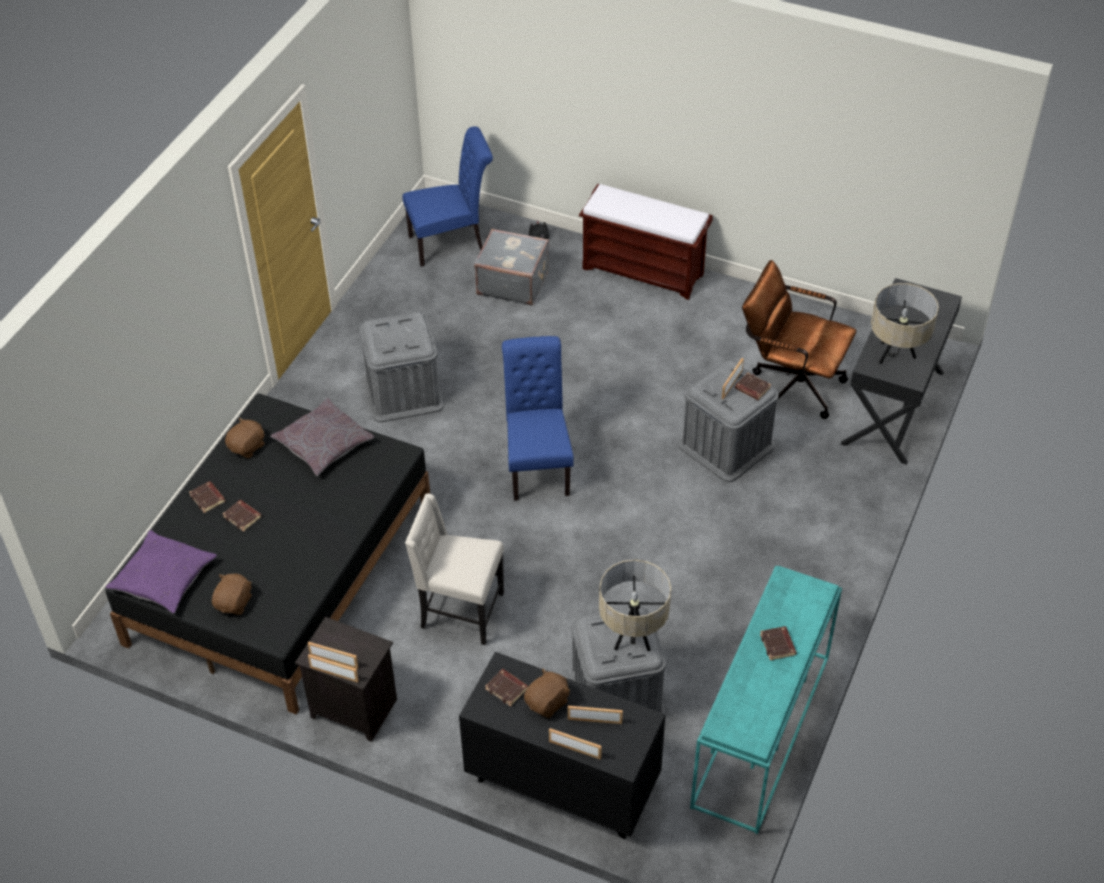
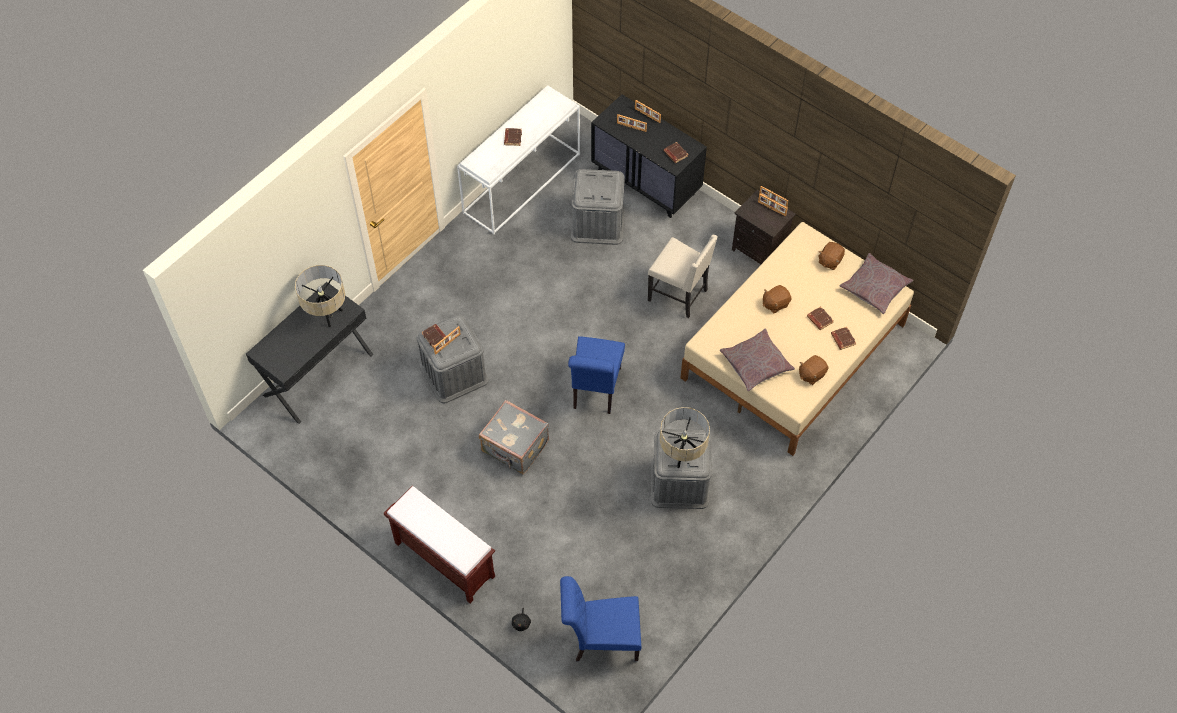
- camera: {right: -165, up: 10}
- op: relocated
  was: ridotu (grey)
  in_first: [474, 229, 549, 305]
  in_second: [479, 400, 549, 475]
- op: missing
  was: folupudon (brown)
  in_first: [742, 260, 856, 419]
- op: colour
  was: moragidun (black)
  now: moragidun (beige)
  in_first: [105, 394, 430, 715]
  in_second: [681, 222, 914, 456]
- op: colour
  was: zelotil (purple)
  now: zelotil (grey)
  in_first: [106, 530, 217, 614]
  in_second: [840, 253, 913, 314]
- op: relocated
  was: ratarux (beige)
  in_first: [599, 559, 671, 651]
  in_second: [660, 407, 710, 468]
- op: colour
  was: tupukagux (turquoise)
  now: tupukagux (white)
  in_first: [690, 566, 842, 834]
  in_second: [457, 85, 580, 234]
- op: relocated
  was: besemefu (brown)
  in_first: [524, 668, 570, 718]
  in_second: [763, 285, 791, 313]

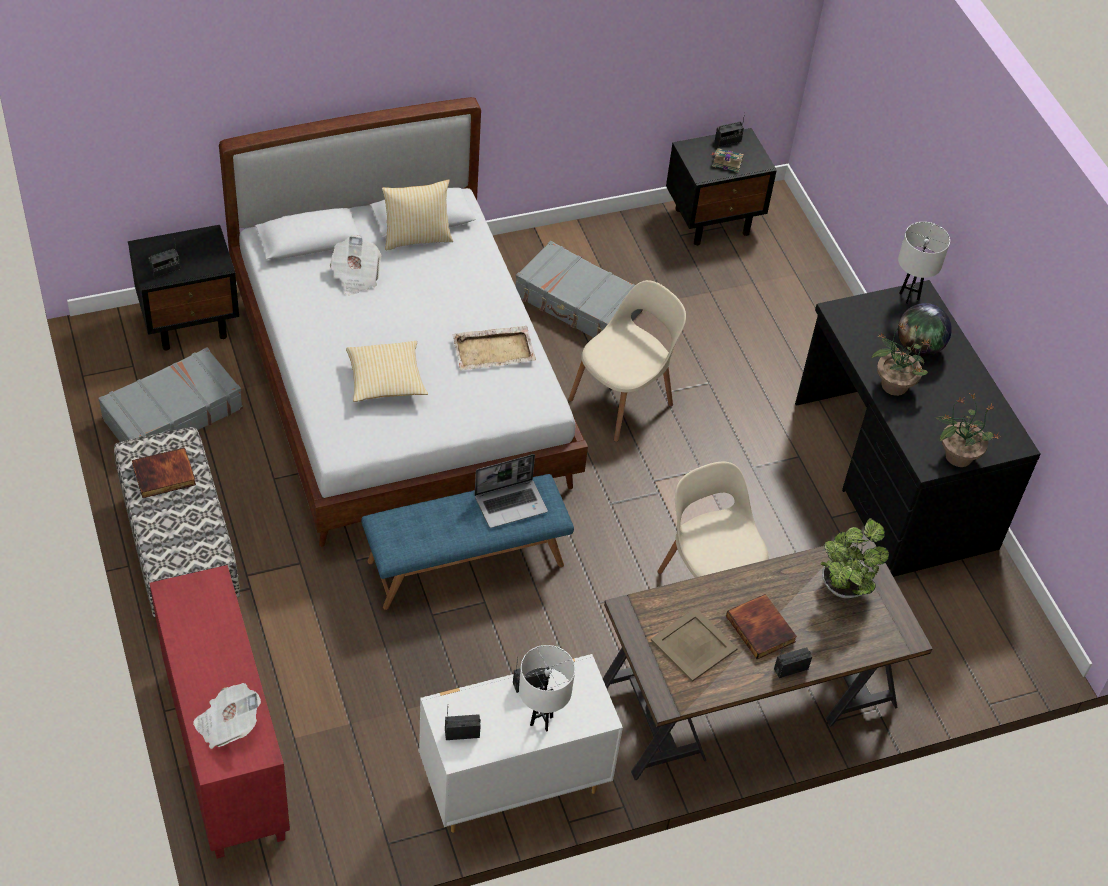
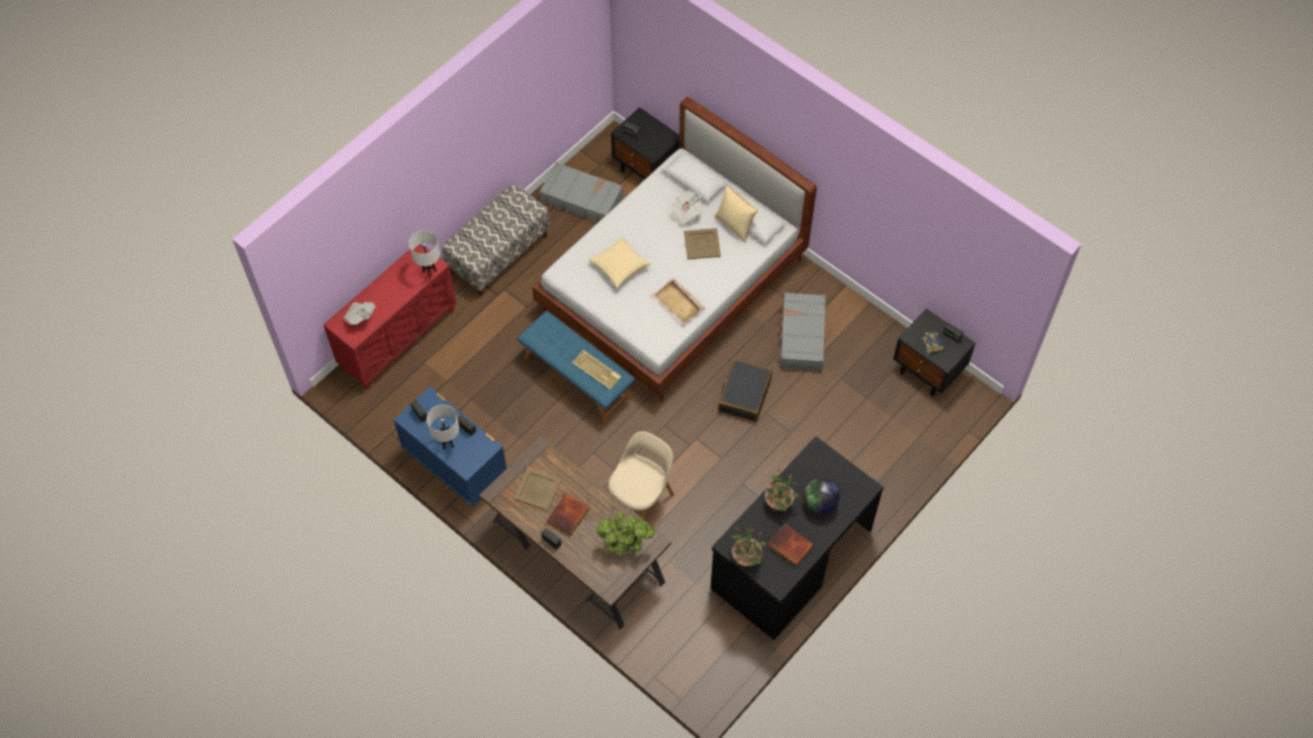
- camera: {right: 65, up: 10}
- op: relocated
  was: ratarux (white)
  in_first: [898, 222, 950, 304]
  in_second: [409, 230, 440, 277]
- op: exchanged
  was: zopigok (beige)
  now: ridotu (black)
  in_first: [568, 280, 686, 442]
  in_second: [718, 360, 772, 422]
- op: relocated
  was: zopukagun
  in_first: [132, 448, 196, 498]
  in_second: [768, 523, 814, 567]
- op: exchanged
  was: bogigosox
  now: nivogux
  in_first: [474, 454, 548, 528]
  in_second: [572, 350, 621, 390]
- op: colour
  was: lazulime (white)
  now: lazulime (blue)
  in_first: [419, 654, 623, 833]
  in_second: [394, 387, 506, 508]
- op: appeared
  now: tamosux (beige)
  in_second: [684, 228, 721, 260]

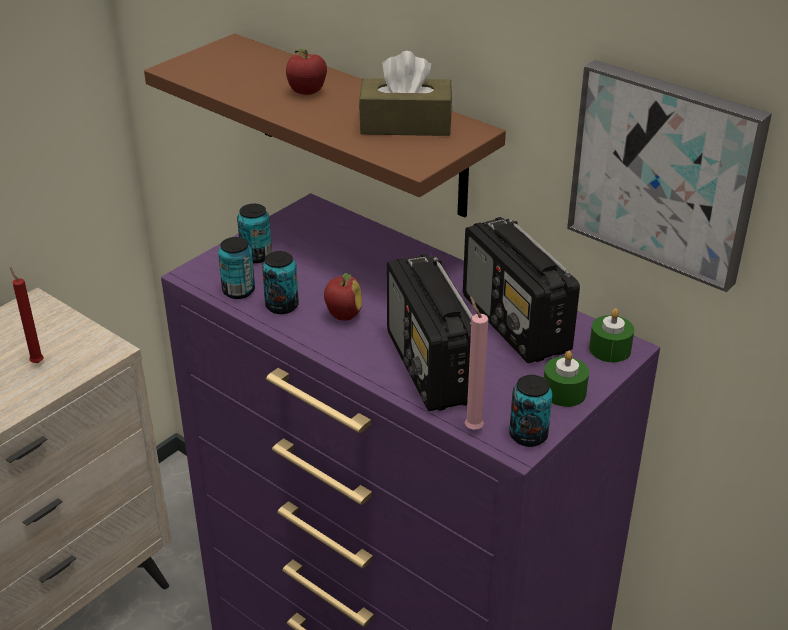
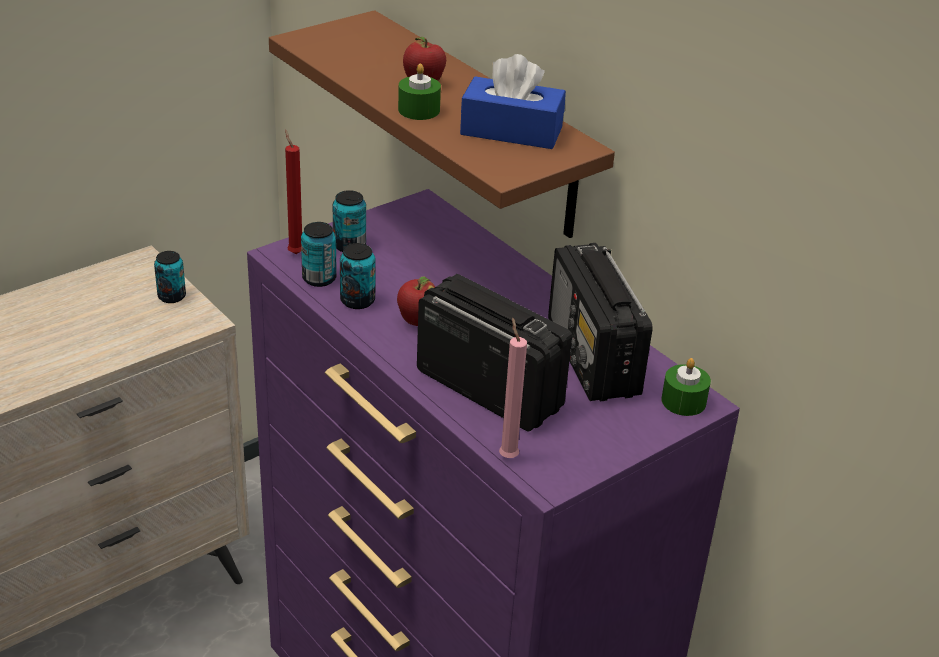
- camera: {right: 10, up: 0}
- op: colour
  was: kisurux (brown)
  now: kisurux (blue)
  in_first: [359, 51, 452, 136]
  in_second: [460, 54, 566, 149]
- op: missing
  was: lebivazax
  in_first: [567, 60, 772, 292]
- op: spun
  was: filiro
  in_first: [387, 254, 473, 411]
  in_second: [417, 274, 572, 432]
  clockwise: 135
- op: relocated
  was: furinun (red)
  in_first: [10, 267, 44, 363]
  in_second: [285, 129, 302, 254]
- op: relocated
  was: furinun (green)
  in_first: [544, 351, 589, 407]
  in_second: [398, 64, 441, 120]
- op: relocated
  was: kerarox
  in_first: [509, 375, 552, 447]
  in_second: [154, 251, 186, 303]

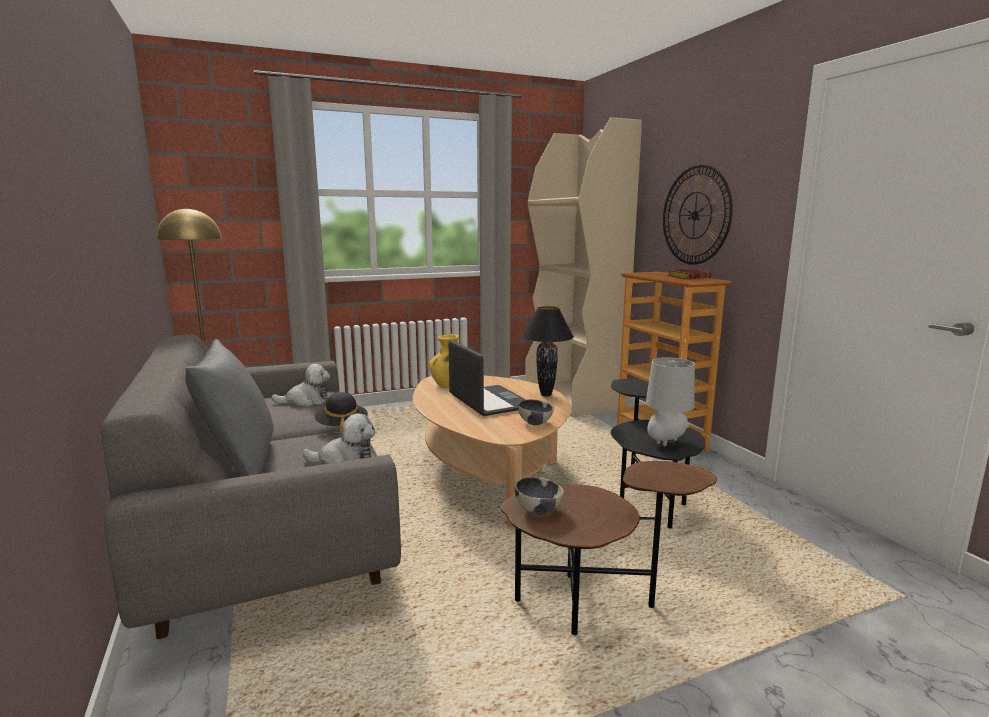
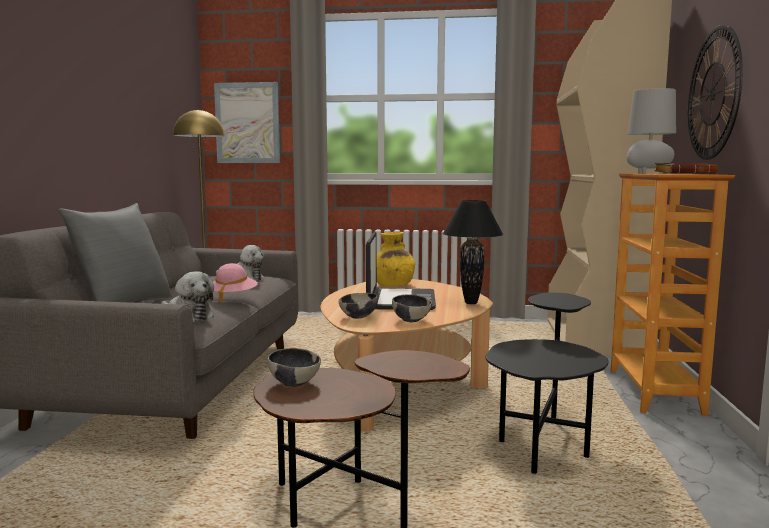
- camera: {right: 30, up: -5}
- op: relocated
  was: ratarux (grey)
  in_first: [646, 357, 695, 446]
  in_second: [627, 88, 676, 174]
- op: colour
  was: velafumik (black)
  now: velafumik (pink)
  in_first: [315, 392, 368, 436]
  in_second: [213, 263, 258, 303]
- op: appeared
  now: lebivazax
  in_second: [214, 82, 280, 163]
- op: appeared
  now: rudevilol
  in_second: [339, 293, 378, 319]

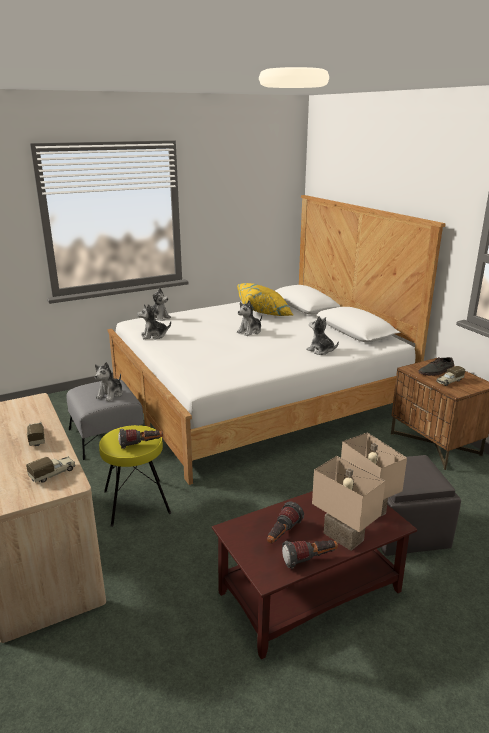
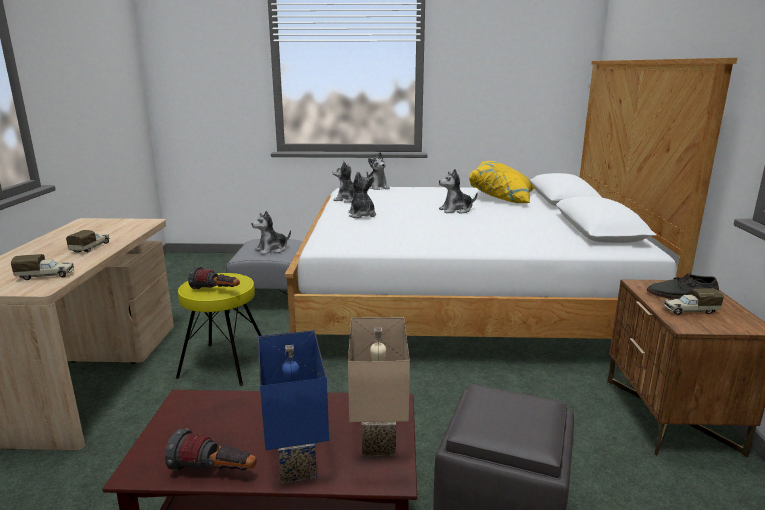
- camera: {right: 30, up: -5}
- op: relocated
  was: besemefu
  in_first: [306, 316, 339, 355]
  in_second: [348, 171, 376, 219]
- op: colour
  was: ratarux (beige)
  now: ratarux (blue)
  in_first: [312, 456, 385, 551]
  in_second: [258, 330, 329, 484]
- op: missing
  was: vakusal
  in_first: [267, 501, 304, 543]

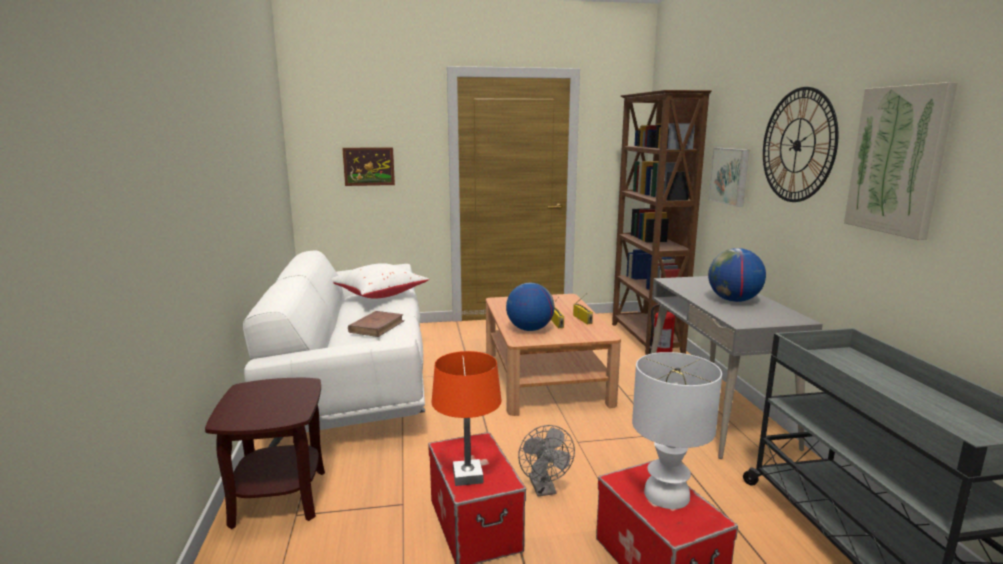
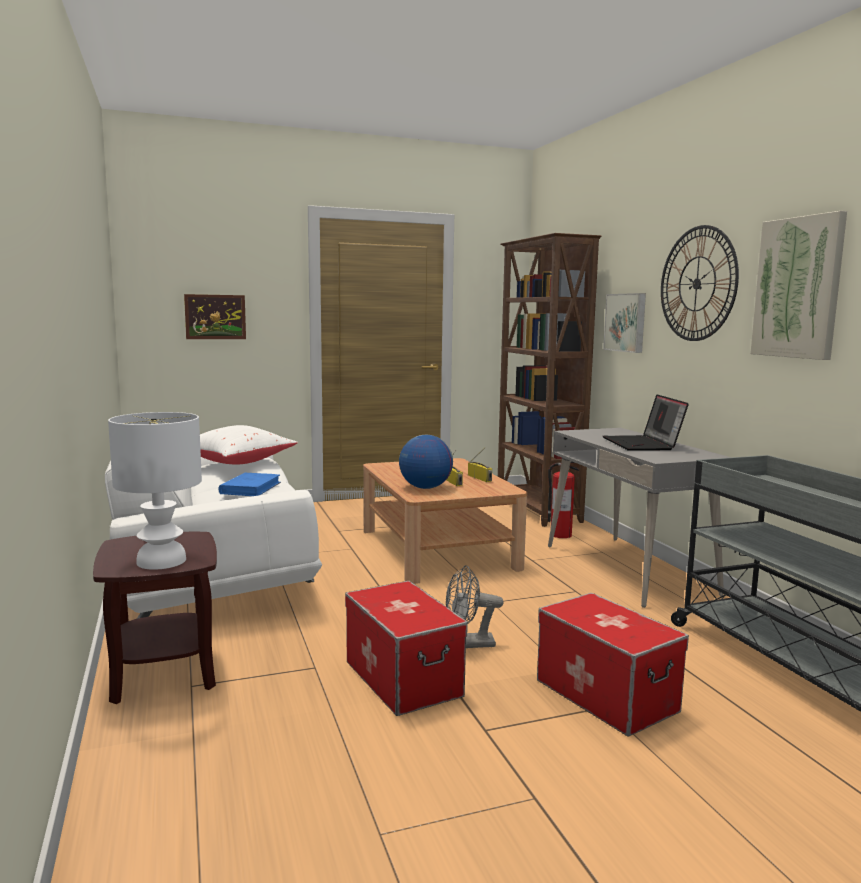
- camera: {right: -10, up: -5}
- op: exchanged
  was: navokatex
  now: bogigosox
  in_first: [708, 248, 766, 302]
  in_second: [603, 394, 689, 451]
- op: colour
  was: zopukagun (brown)
  now: zopukagun (blue)
  in_first: [348, 311, 405, 337]
  in_second: [218, 473, 281, 496]
- op: missing
  was: ratarux (orange)
  in_first: [431, 351, 502, 486]
- op: relocated
  was: ratarux (white)
  in_first: [632, 352, 722, 509]
  in_second: [108, 412, 202, 570]
- op: spun
  was: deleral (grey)
  in_first: [518, 425, 575, 496]
  in_second: [446, 565, 503, 648]
  clockwise: 105

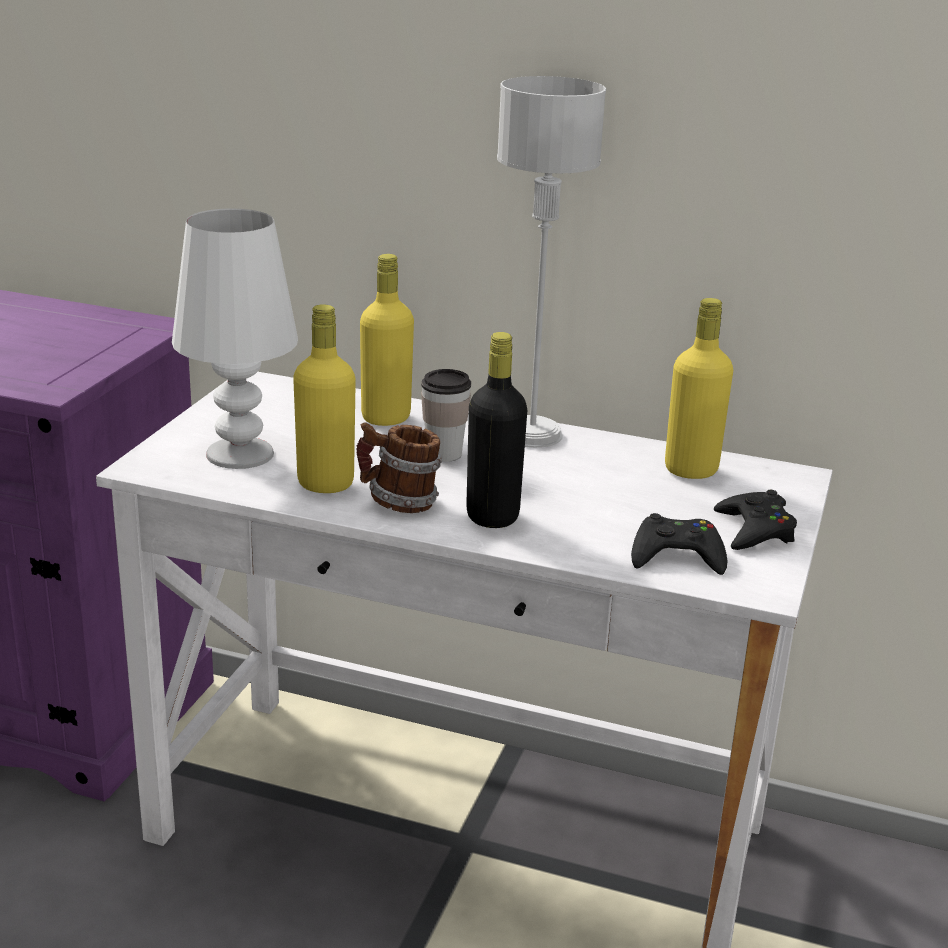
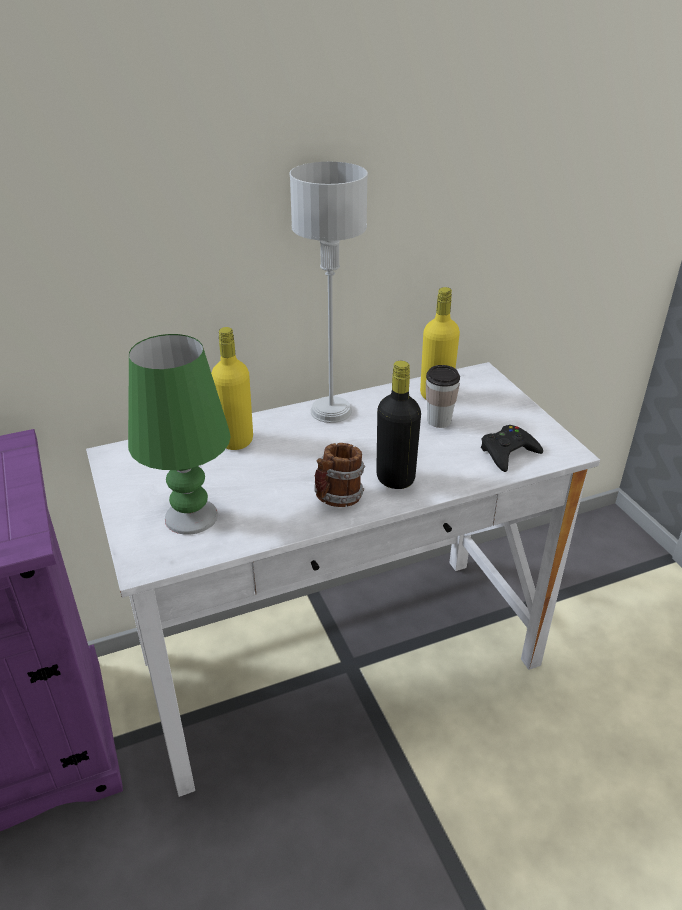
- camera: {right: -40, up: 10}
- op: colour
  was: ratarux (white)
  now: ratarux (green)
  in_first: [172, 208, 298, 469]
  in_second: [128, 334, 231, 535]
- op: missing
  was: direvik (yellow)
  in_first: [293, 304, 356, 493]
- op: relocated
  was: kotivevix
  in_first: [421, 369, 471, 462]
  in_second: [426, 365, 460, 428]
- op: missing
  was: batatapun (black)
  in_first: [714, 490, 797, 550]

